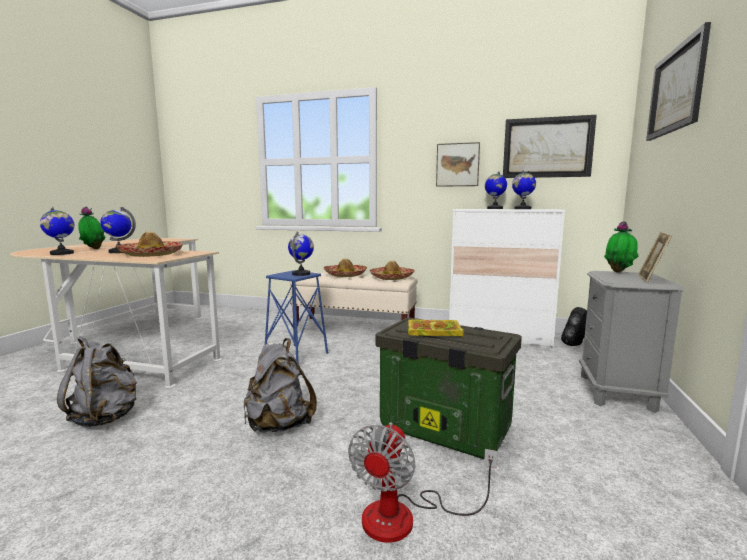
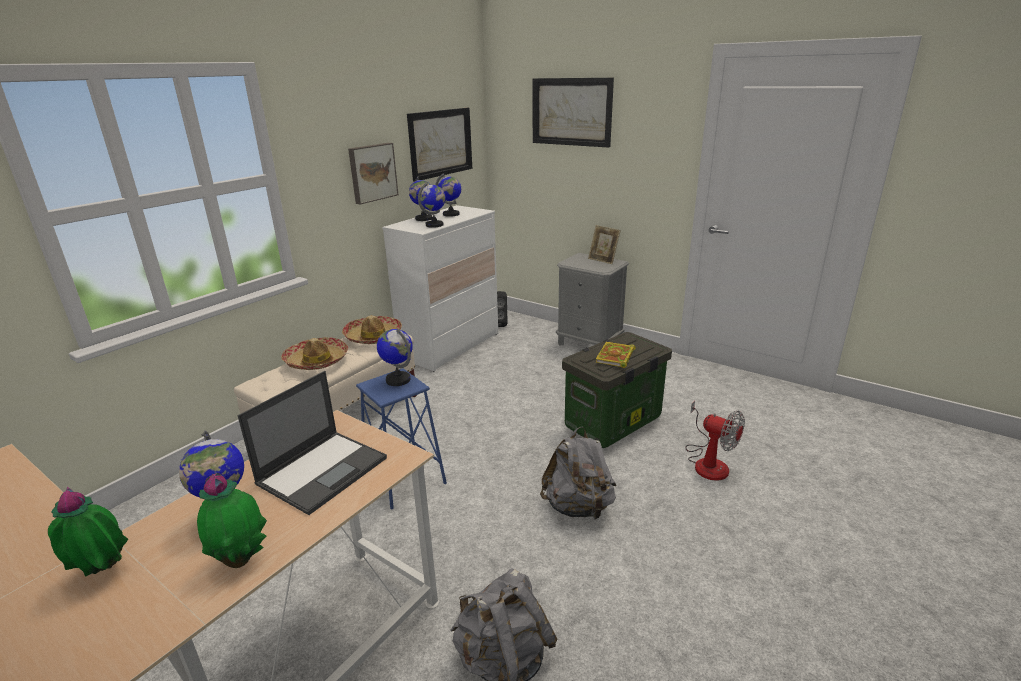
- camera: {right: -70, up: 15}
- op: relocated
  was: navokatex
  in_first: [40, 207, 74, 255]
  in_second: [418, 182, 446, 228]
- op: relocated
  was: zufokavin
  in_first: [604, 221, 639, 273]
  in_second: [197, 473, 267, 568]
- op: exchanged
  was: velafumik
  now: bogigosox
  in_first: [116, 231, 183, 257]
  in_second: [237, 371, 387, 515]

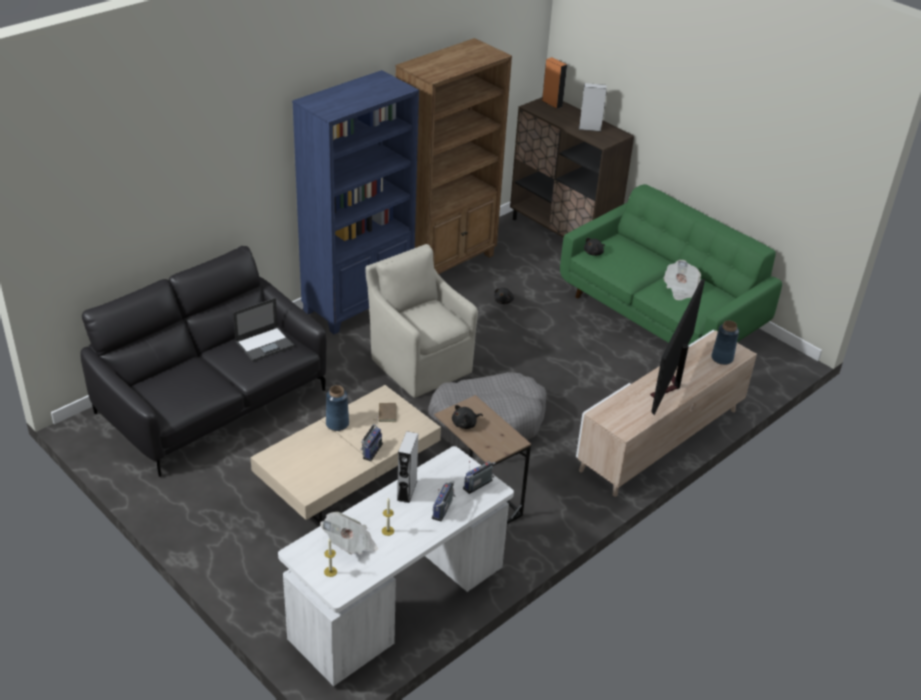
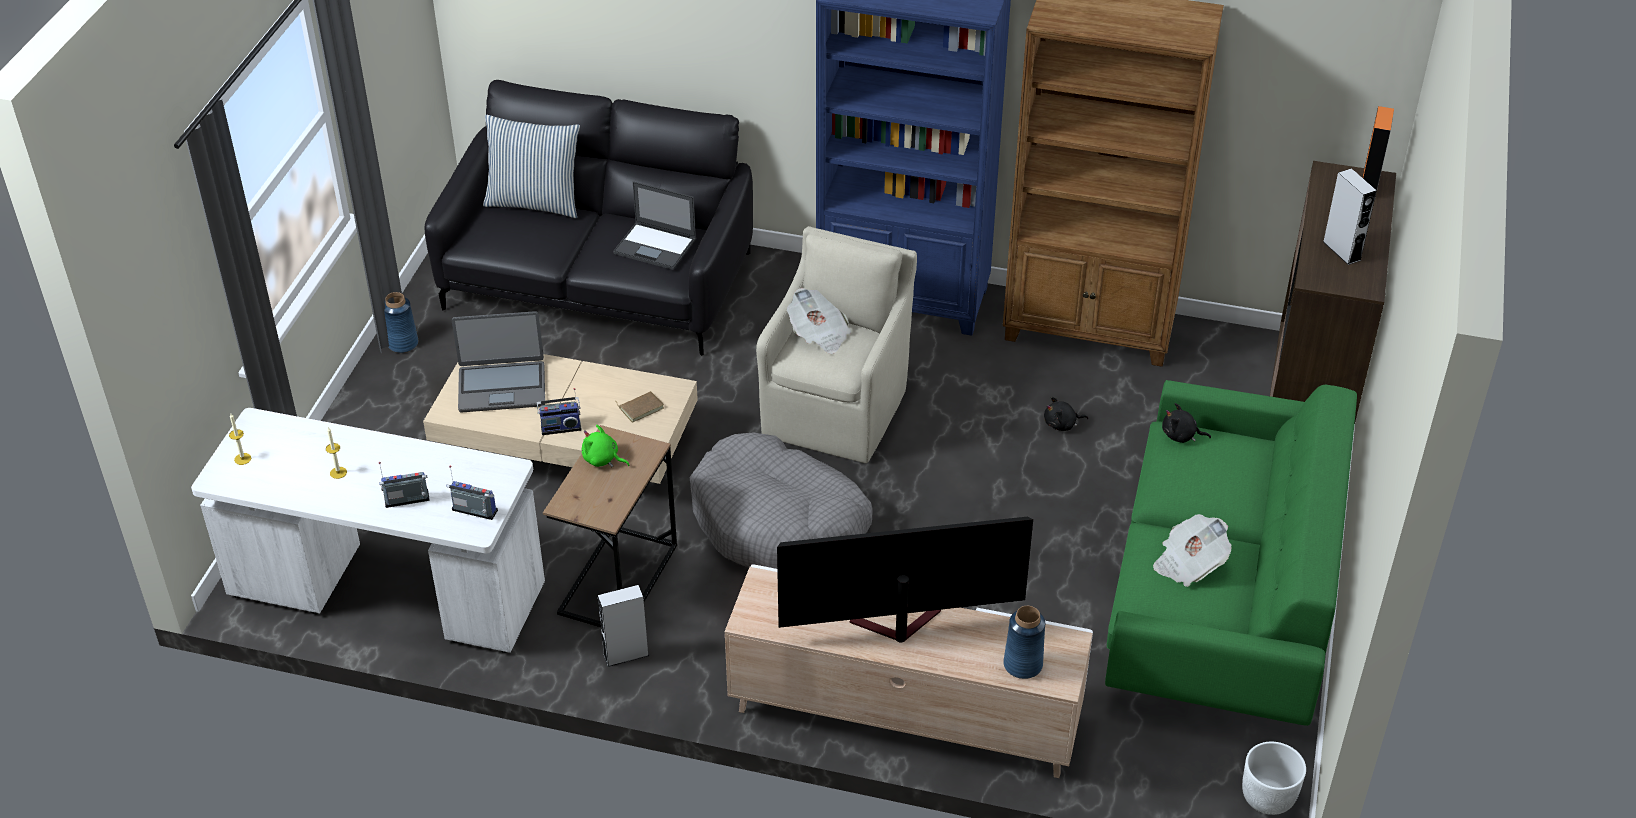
- camera: {right: 60, up: 5}
- op: relocated
  was: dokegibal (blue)
  in_first: [326, 385, 349, 431]
  in_second: [384, 292, 418, 353]
- op: colour
  was: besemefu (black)
  now: besemefu (green)
  in_first: [452, 405, 483, 429]
  in_second: [582, 425, 630, 467]
- op: relocated
  was: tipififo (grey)
  in_first: [397, 431, 418, 503]
  in_second: [598, 585, 649, 667]
- op: relocated
  was: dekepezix
  in_first: [320, 512, 378, 554]
  in_second: [787, 288, 852, 354]
- op: appeared
  now: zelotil
  in_second: [483, 115, 580, 218]
- op: appeared
  now: bogigosox
  in_second: [452, 311, 545, 412]
- op: appeared
  now: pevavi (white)
  in_second: [1242, 742, 1306, 815]

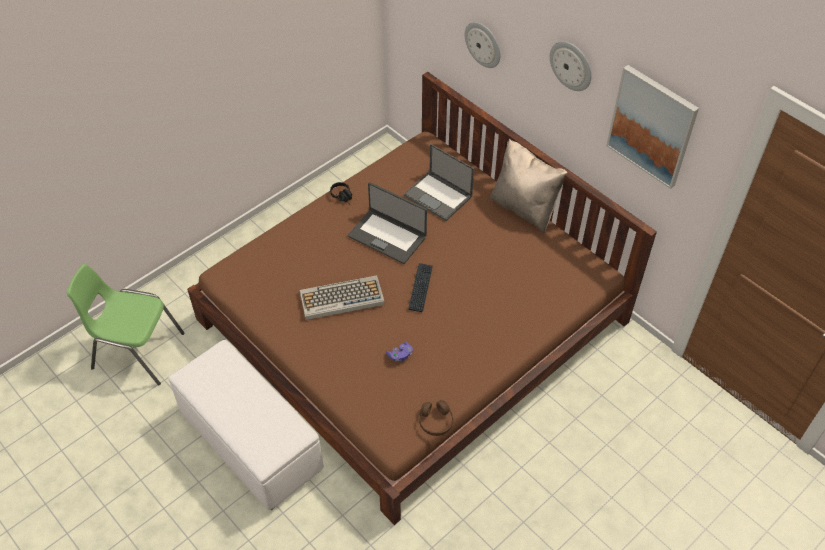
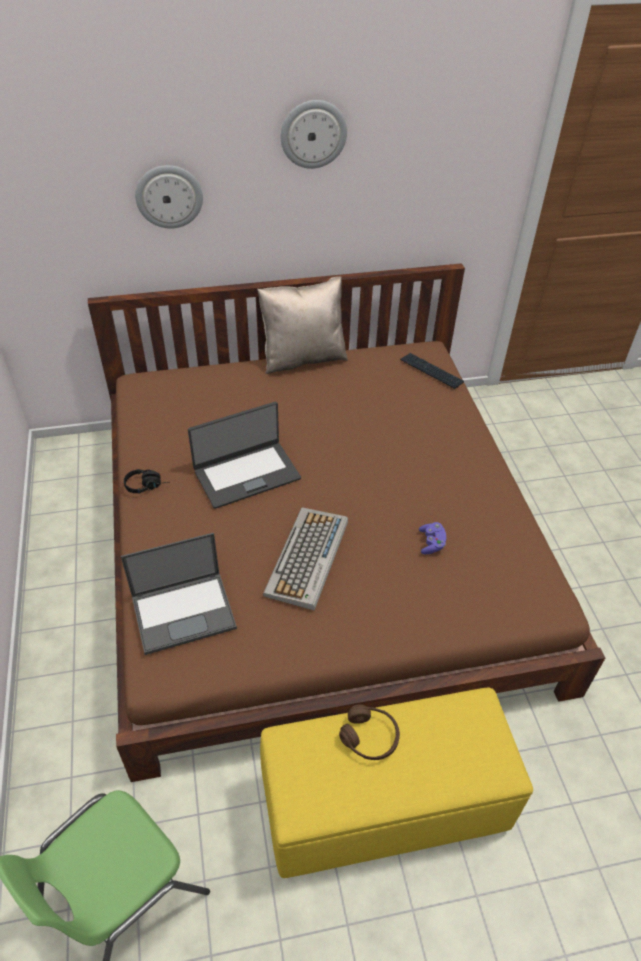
- camera: {right: -60, up: -5}
- op: missing
  was: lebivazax
  in_first: [606, 65, 699, 189]
- op: relocated
  was: bogigosox
  in_first: [404, 144, 474, 221]
  in_second: [121, 533, 237, 655]
- op: relocated
  was: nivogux
  in_first: [408, 263, 433, 312]
  in_second: [400, 353, 464, 389]
- op: colour
  was: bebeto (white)
  now: bebeto (yellow)
  in_first: [168, 340, 324, 510]
  in_second: [260, 688, 533, 878]
- op: relocated
  was: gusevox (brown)
  in_first: [419, 400, 454, 436]
  in_second: [339, 704, 400, 760]

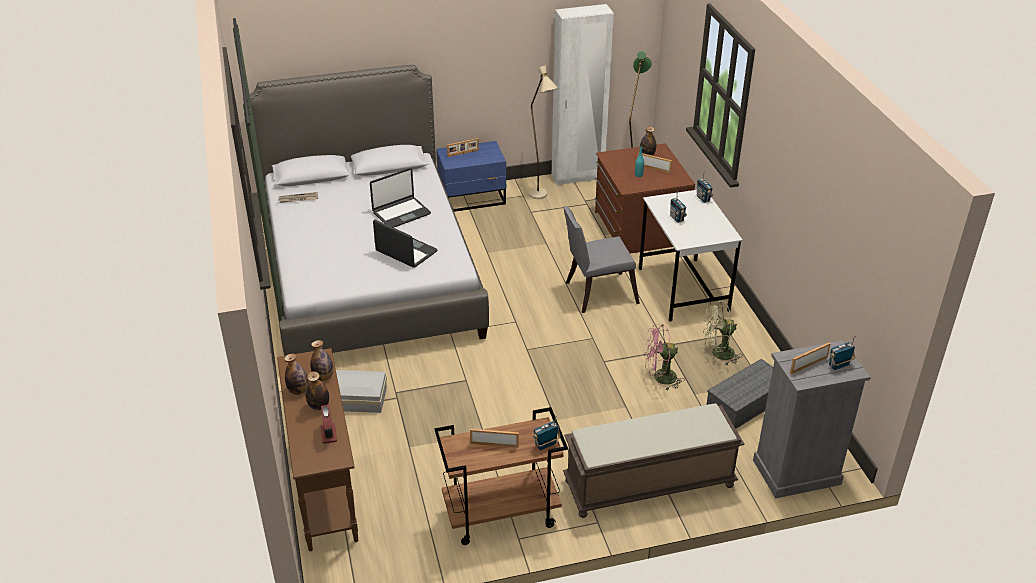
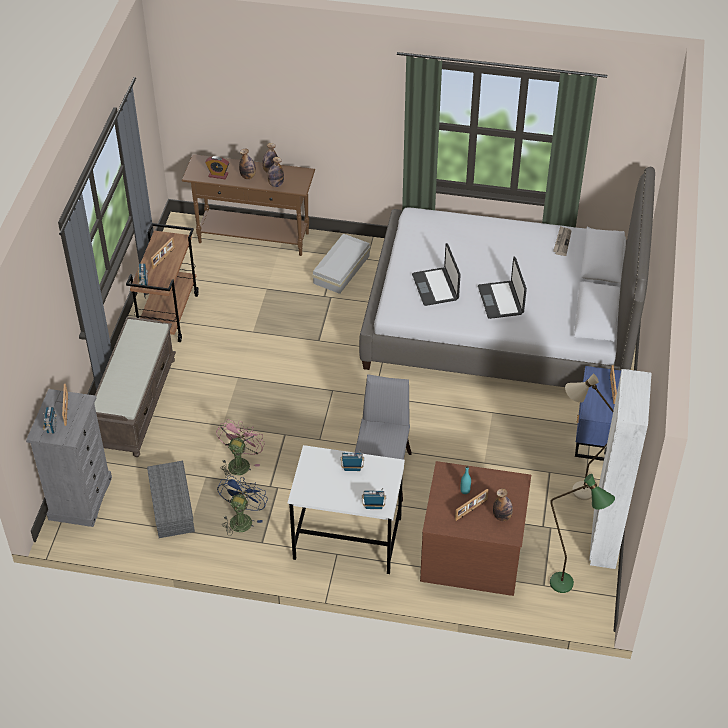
- camera: {right: 115, up: 10}
- op: spun
  was: bogigosox
  in_first: [373, 220, 438, 268]
  in_second: [412, 243, 461, 306]
  clockwise: 105
- op: colour
  was: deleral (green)
  now: deleral (blue)
  in_first: [703, 301, 743, 366]
  in_second: [217, 476, 268, 536]

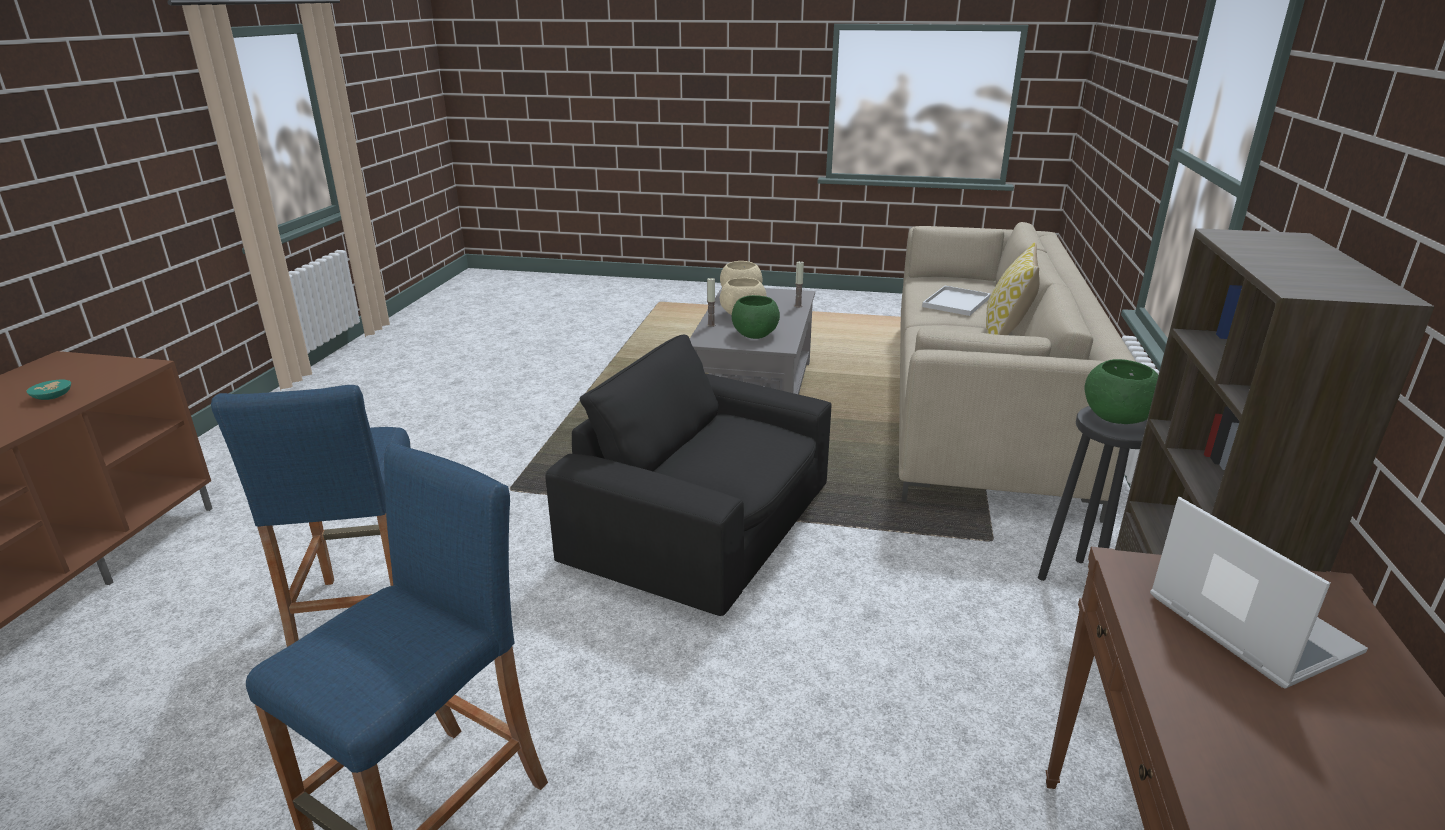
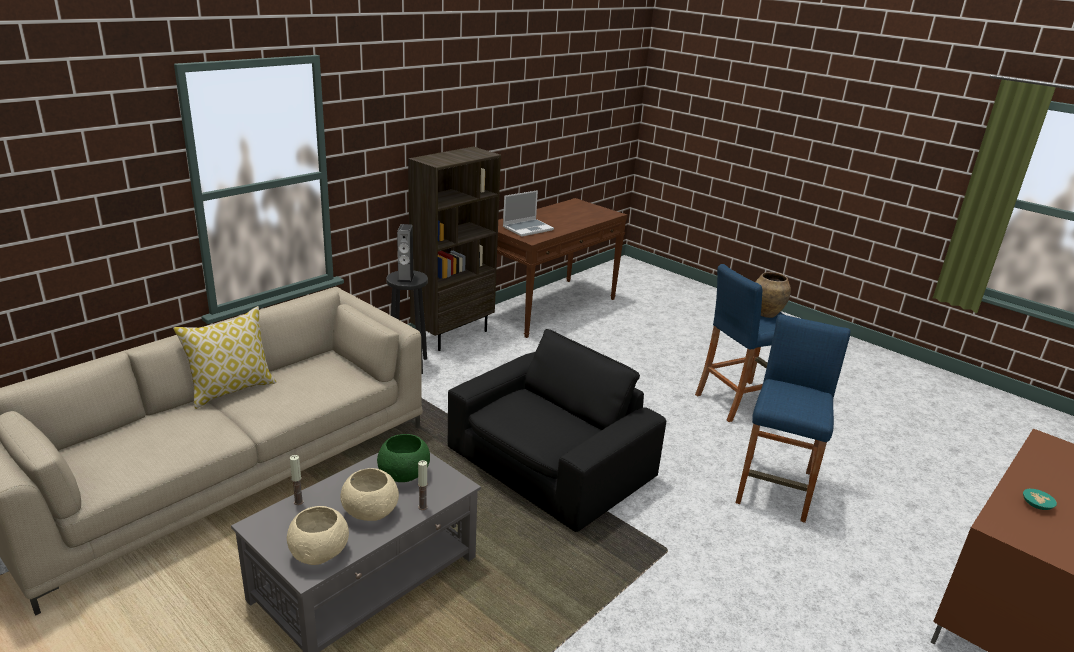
- camera: {right: -150, up: 0}
- op: missing
  was: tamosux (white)
  in_first: [922, 286, 991, 316]
- op: spun
  was: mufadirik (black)
  in_first: [545, 334, 831, 616]
  in_second: [448, 329, 666, 532]
  clockwise: -105
- op: exchanged
  was: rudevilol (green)
  now: tipififo
  in_first: [1085, 359, 1158, 424]
  in_second: [397, 224, 414, 283]
- op: spun
  was: bogigosox
  in_first: [1150, 497, 1368, 689]
  in_second: [503, 190, 554, 237]
  clockwise: -135
- op: appeared
  now: dokegibal (brown)
  in_second: [756, 272, 791, 318]

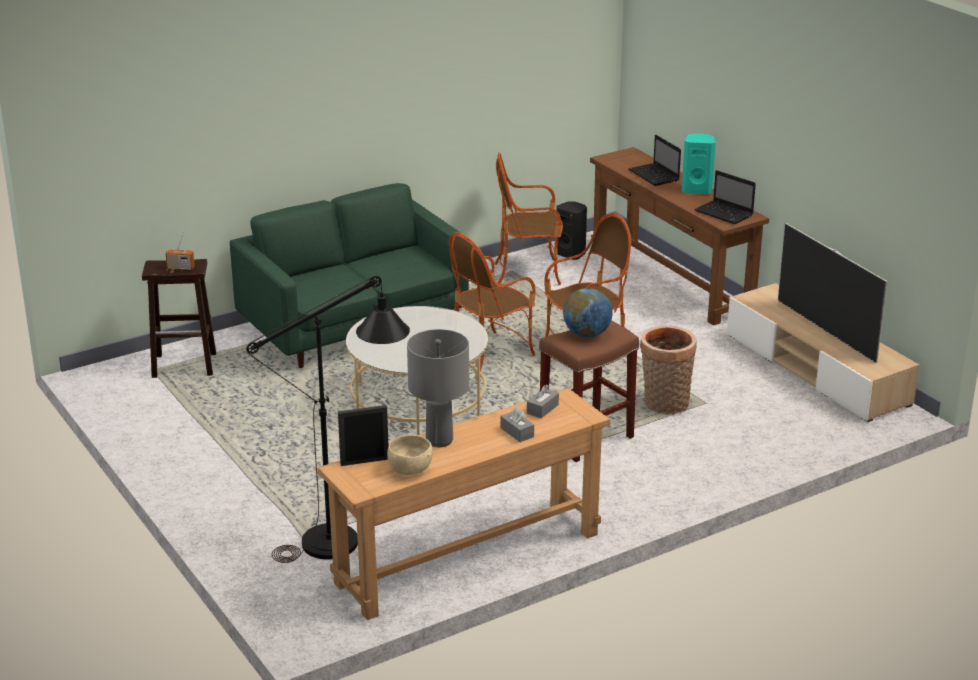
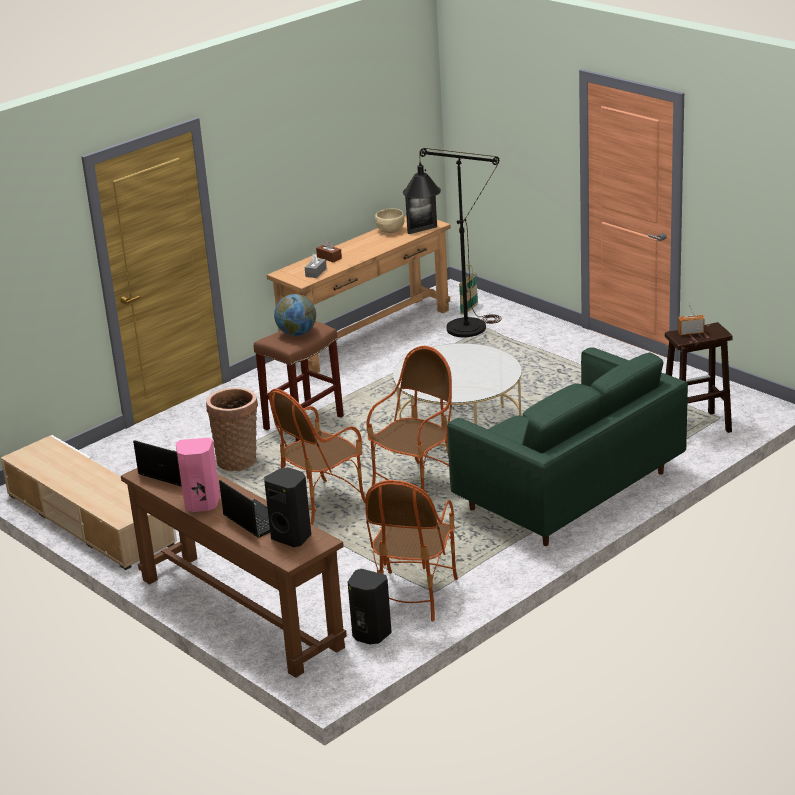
- camera: {right: 170, up: 0}
- op: colour
  was: tipififo (turquoise)
  now: tipififo (pink)
  in_first: [682, 133, 715, 194]
  in_second: [176, 438, 220, 512]
- op: spun
  was: mufadirik
  in_first: [494, 153, 563, 285]
  in_second: [365, 480, 458, 622]
  clockwise: 120
- op: missing
  was: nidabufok
  in_first: [778, 223, 888, 363]
- op: missing
  was: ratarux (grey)
  in_first: [407, 329, 469, 447]
- op: colour
  was: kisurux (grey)
  now: kisurux (brown)
  in_first: [500, 407, 534, 442]
  in_second: [316, 240, 342, 262]
- op: appeared
  now: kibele
  in_second: [459, 265, 478, 315]
- op: appeared
  now: tipififo (black)
  in_second: [264, 468, 311, 547]

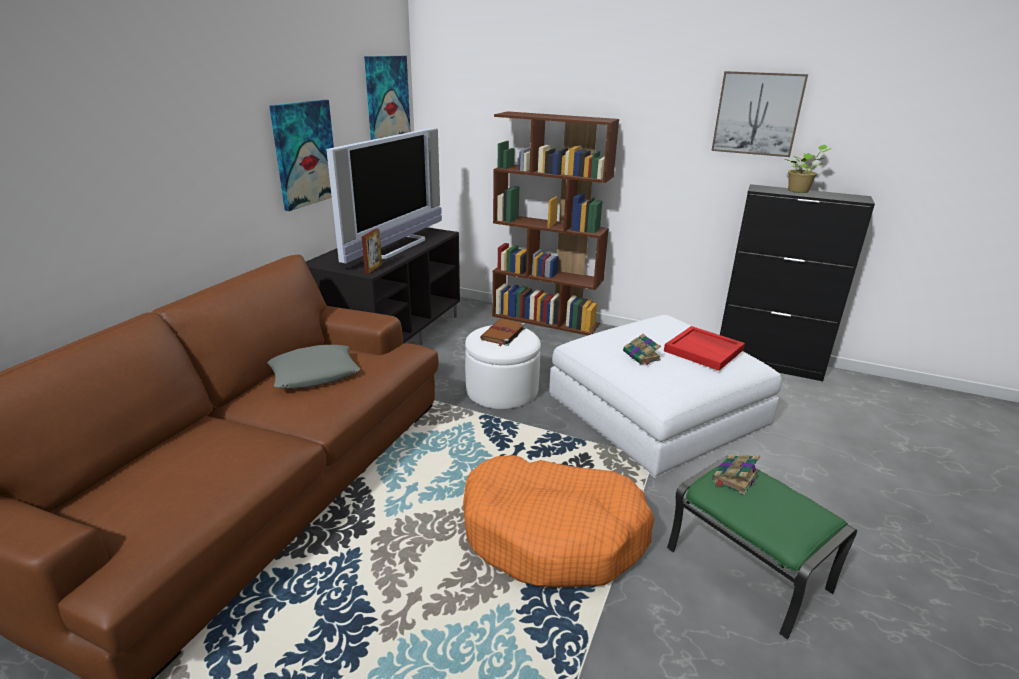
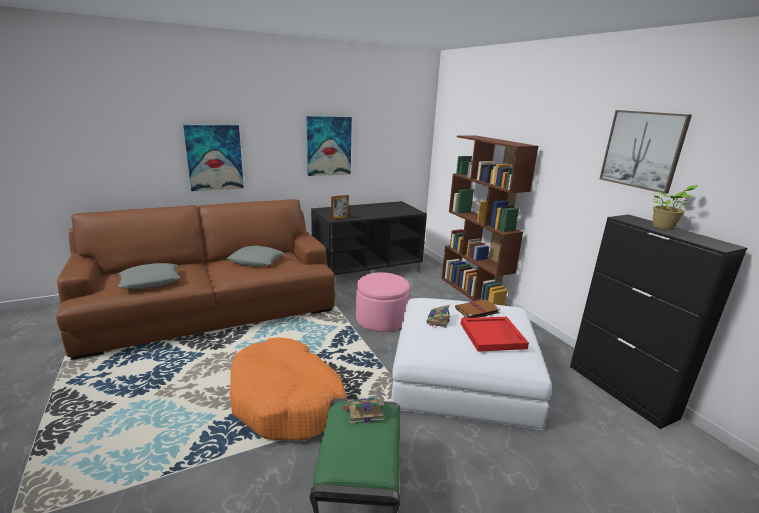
- camera: {right: 40, up: -5}
- op: relocated
  was: lebivazax
  in_first: [364, 56, 410, 140]
  in_second: [183, 125, 244, 191]
- op: missing
  was: nidabufok
  in_first: [326, 128, 442, 263]
- op: relocated
  was: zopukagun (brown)
  in_first: [480, 319, 525, 346]
  in_second: [455, 299, 500, 318]
- op: colour
  was: bebeto (white)
  now: bebeto (pink)
  in_first: [465, 325, 541, 409]
  in_second: [356, 272, 410, 332]
- op: appeared
  now: zelotil (grey)
  in_second: [118, 263, 180, 289]

